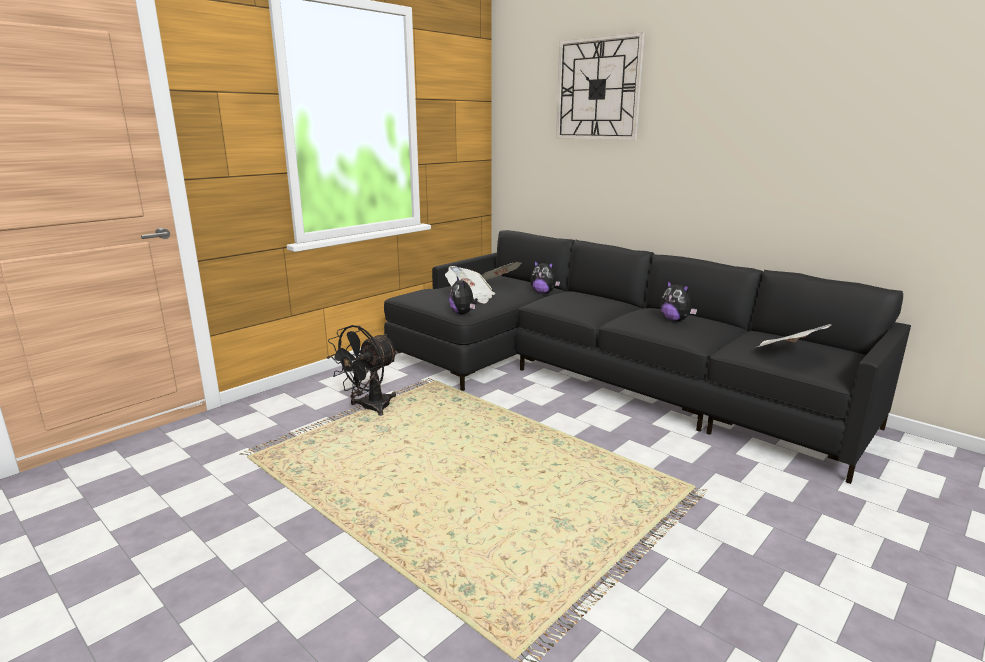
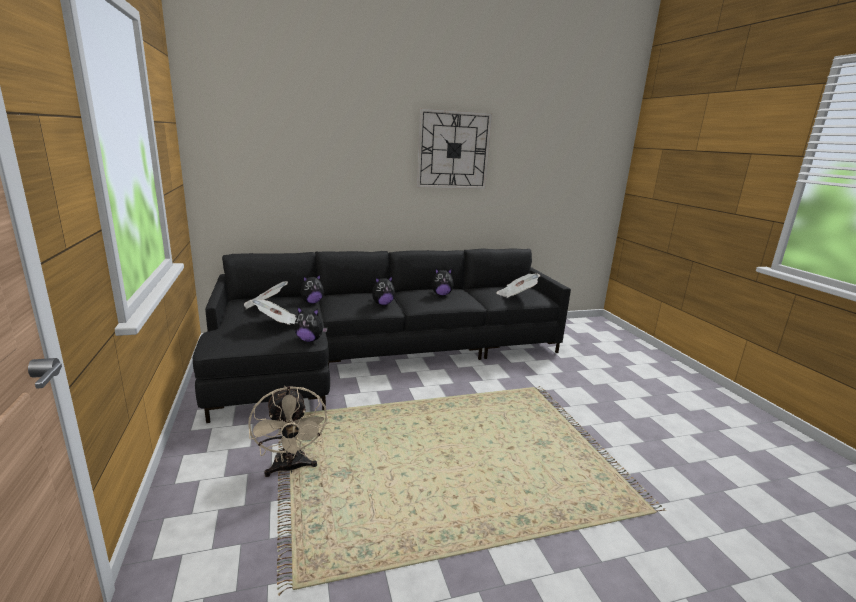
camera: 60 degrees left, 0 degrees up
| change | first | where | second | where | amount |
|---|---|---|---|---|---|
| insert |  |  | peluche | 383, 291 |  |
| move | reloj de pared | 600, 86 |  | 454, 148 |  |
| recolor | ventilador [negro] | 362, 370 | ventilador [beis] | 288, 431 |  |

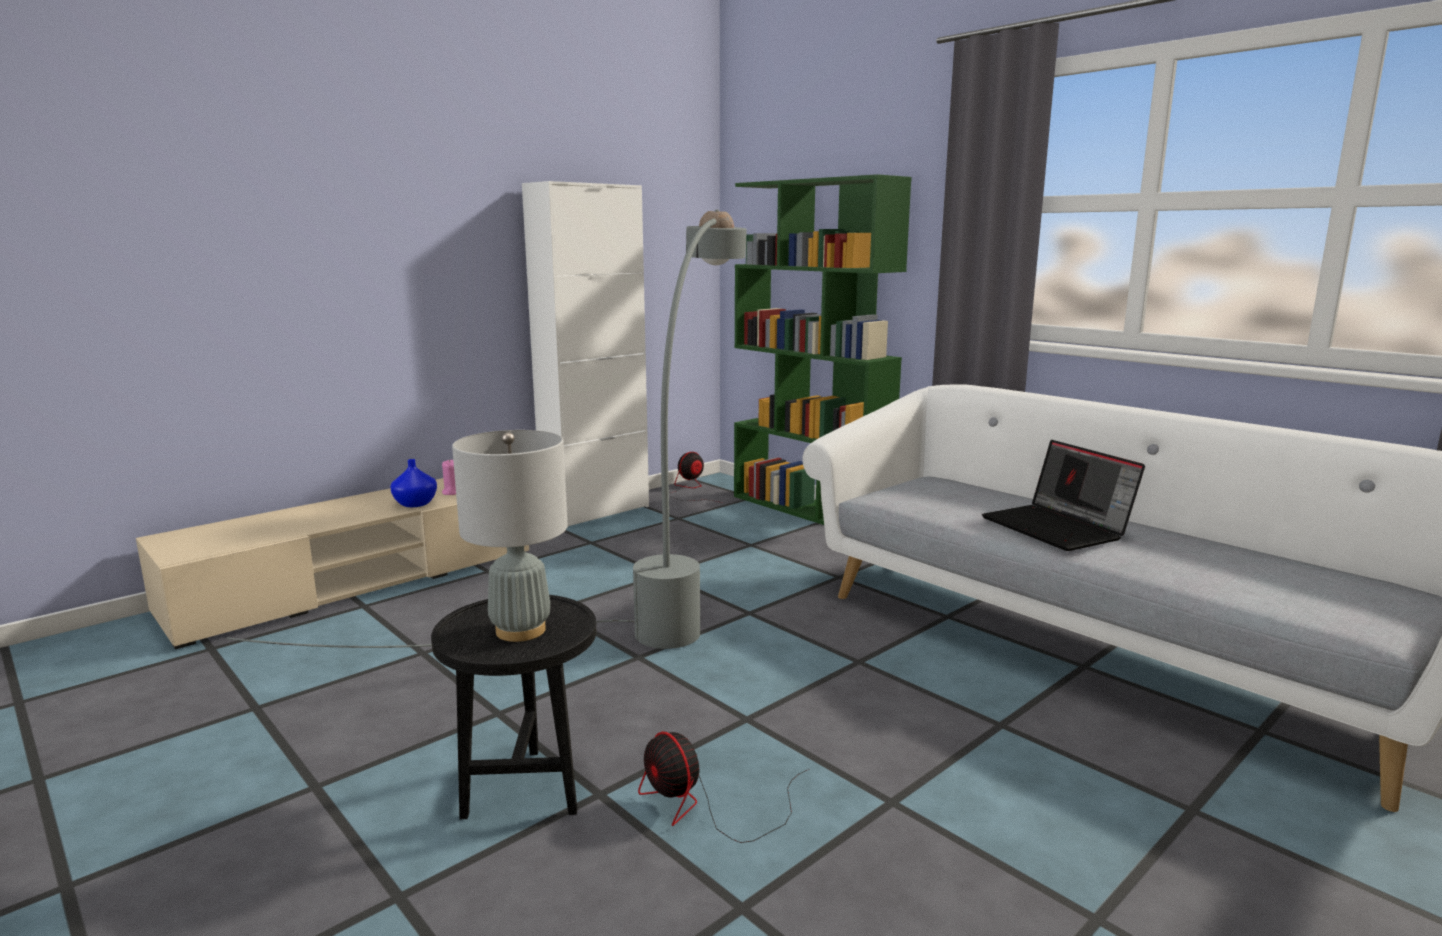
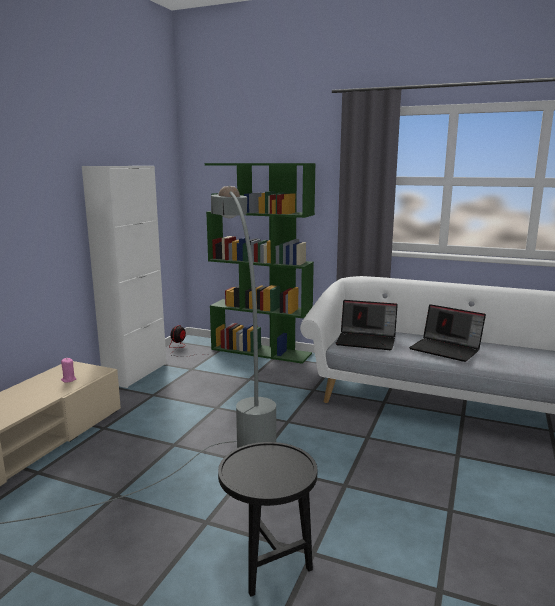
camera: 25 degrees left, 0 degrees up
| change | first | where | second | where | amount |
|---|---|---|---|---|---|
| delete | florero [azul] | 413, 483 |  |  |  |
| delete | lámpara de mesa [gris] | 510, 536 |  |  |  |
| delete | ventilador | 723, 787 |  |  |  |
| insert |  |  | portátil | 366, 325 |  |

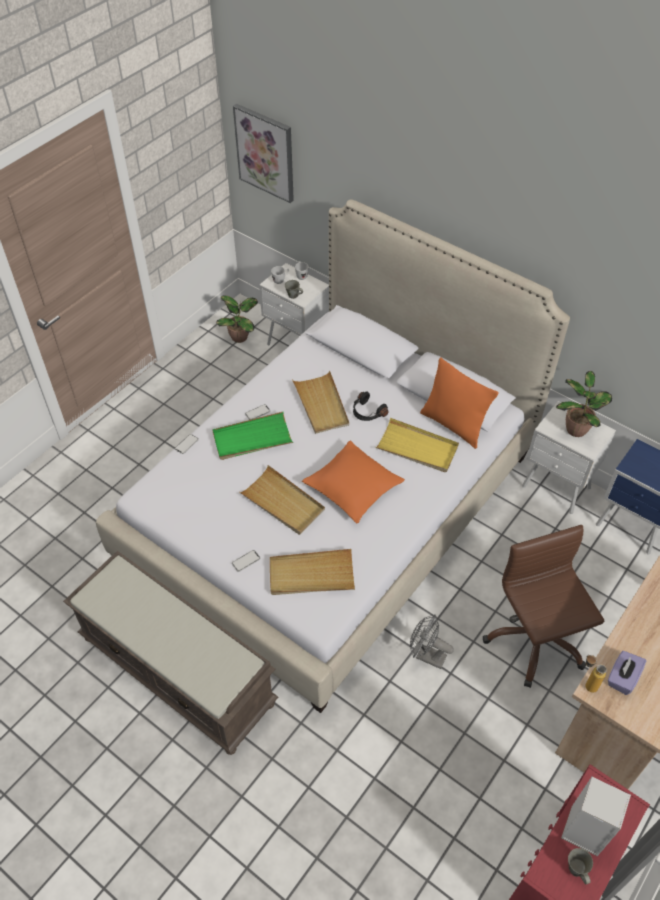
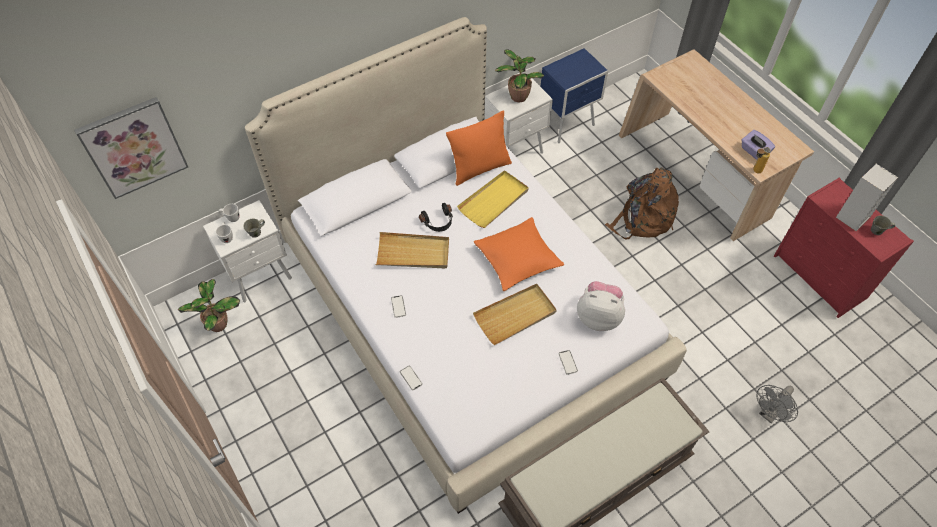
camera: 70 degrees left, 5 degrees up
| change | first | where | second | where | amount |
|---|---|---|---|---|---|
| delete | bandeja [verde] | 252, 436 |  |  |  |
| move | ventilador [gris] | 432, 642 |  | 777, 404 |  |
| replace | bandeja [beis] | 312, 572 | peluche | 601, 306 |  |
| replace | silla de oficina [marrón] | 543, 606 | mochila [marrón] | 642, 203 |  |

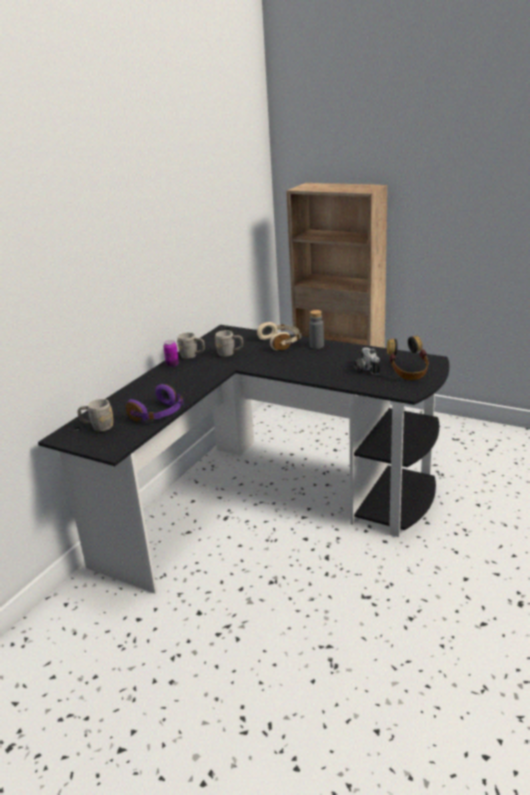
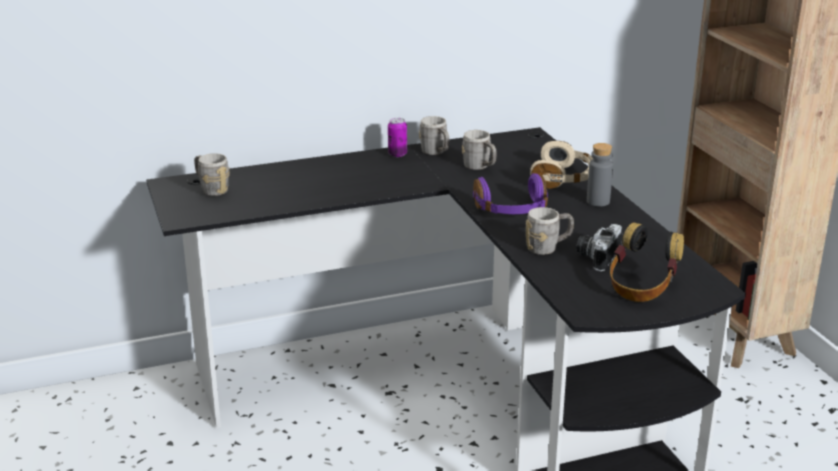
camera: 40 degrees right, 0 degrees up
| change | first | where | second | where | amount |
|---|---|---|---|---|---|
| insert |  |  | taza grande [gris] | 550, 231 |  |
| move | auriculares [morado] | 154, 403 |  | 510, 193 |  |

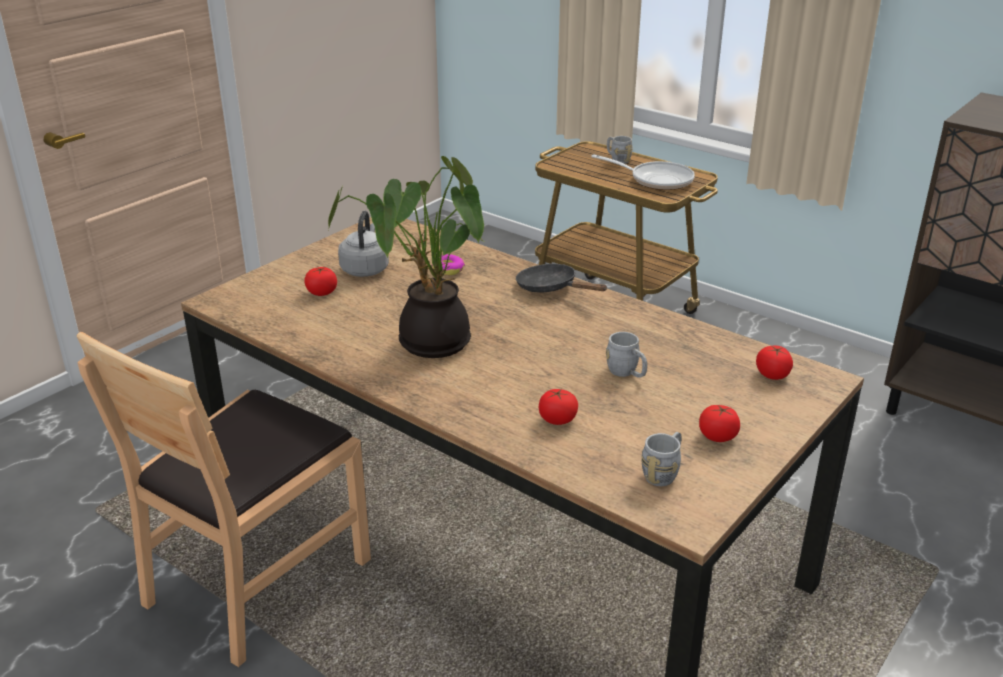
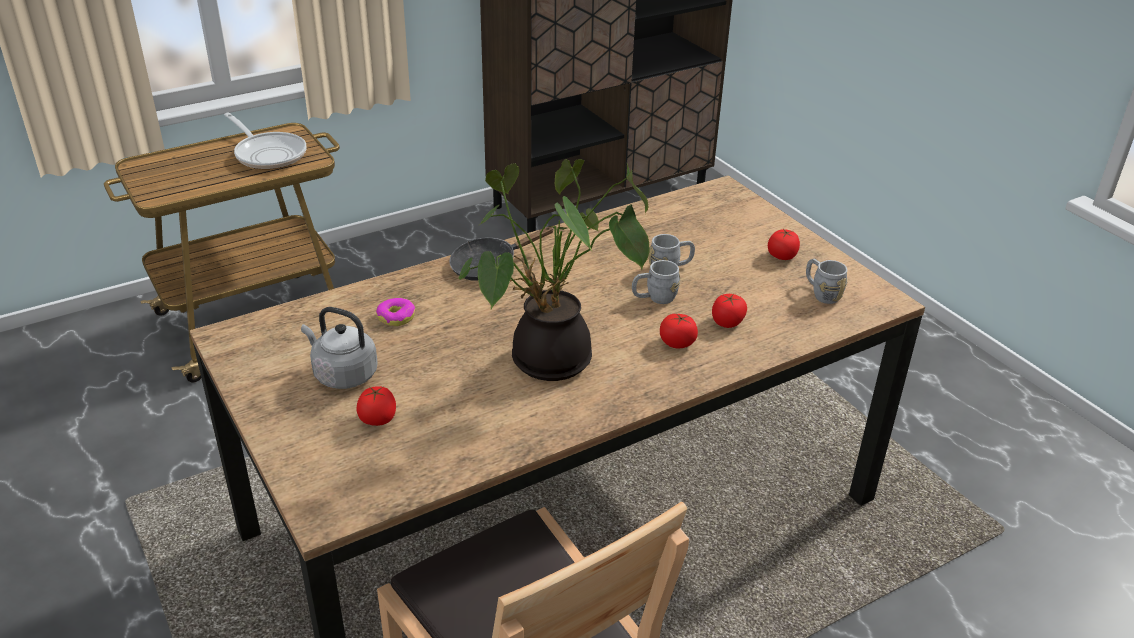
camera: 70 degrees left, 5 degrees up
| change | first | where | second | where | amount |
|---|---|---|---|---|---|
| move | taza grande [gris] | 620, 150 |  | 656, 282 |  |
| move | tomate | 774, 362 |  | 679, 331 |  |
| rotate | sartén | 643, 172 |  | 265, 141 | 90 degrees clockwise |

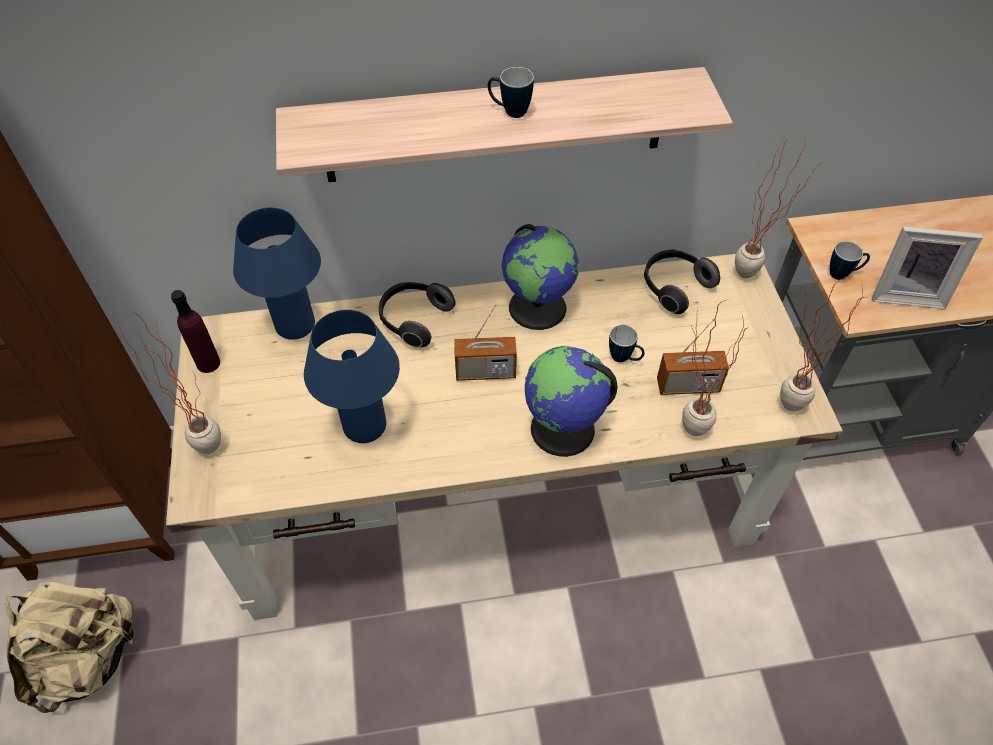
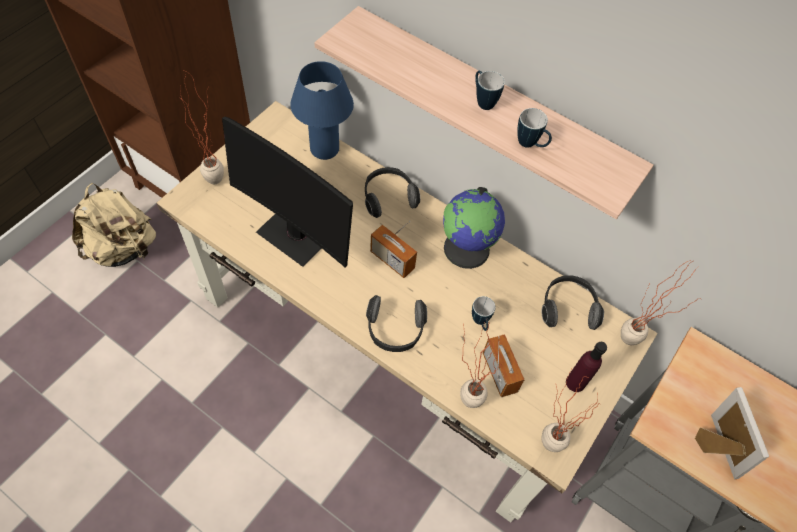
camera: 40 degrees right, 5 degrees up
| change | first | where | second | where | amount |
|---|---|---|---|---|---|
| move | botella [morado] | 195, 331 |  | 586, 367 |  |
| move | taza grande | 850, 260 |  | 534, 128 |  |
| replace | lámpara de mesa [azul] | 352, 376 | monitor | 287, 192 |  |
| replace | globo terráqueo | 571, 401 | auriculares | 396, 323 |  |
| rotate | radio | 693, 356 |  | 504, 365 | 150 degrees counterclockwise |
| rotate | portarretratos | 927, 267 |  | 732, 433 | 150 degrees counterclockwise |

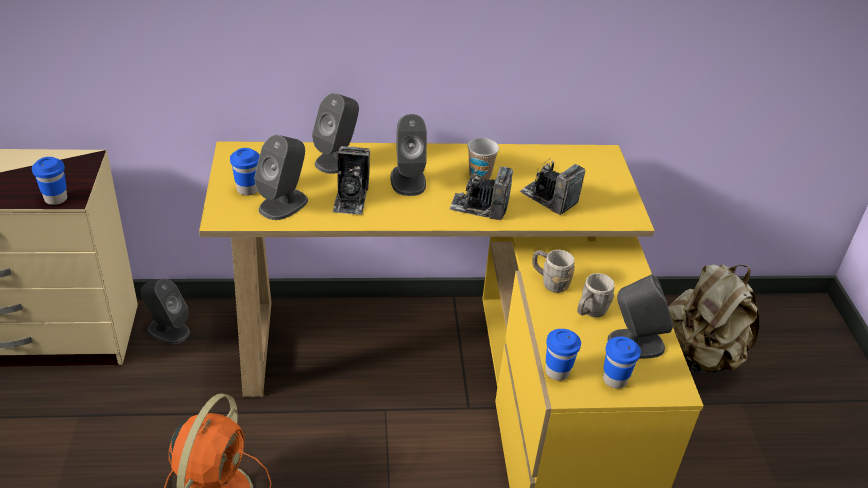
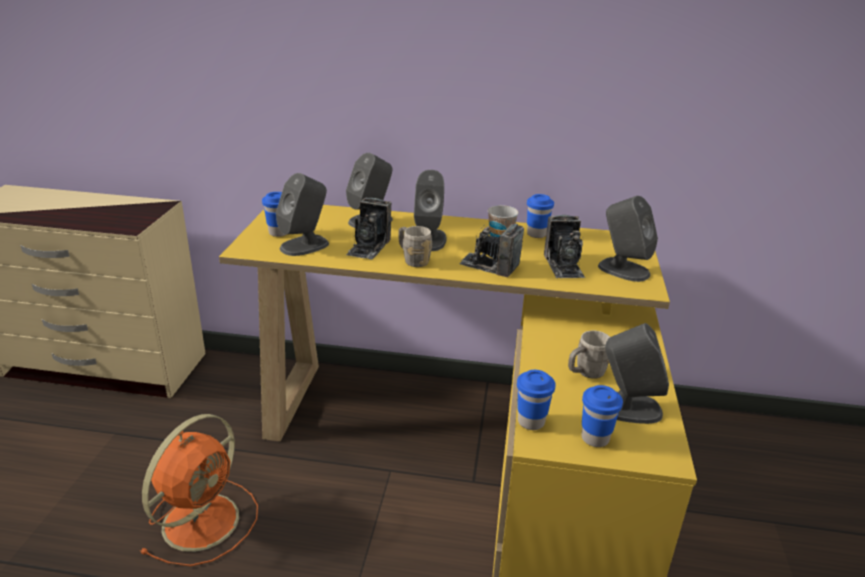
camera: 15 degrees right, 10 degrees down
| change | first | where | second | where | amount |
|---|---|---|---|---|---|
| delete | mochila [beis] | 714, 318 |  |  |  |
| move | taza [azul] | 49, 181 |  | 540, 216 |  |
| move | altavoz [gris] | 165, 311 |  | 628, 239 |  |
| move | taza grande [gris] | 553, 271 |  | 415, 246 |  |
| rotate | cámara | 552, 186 |  | 564, 246 | 150 degrees counterclockwise |

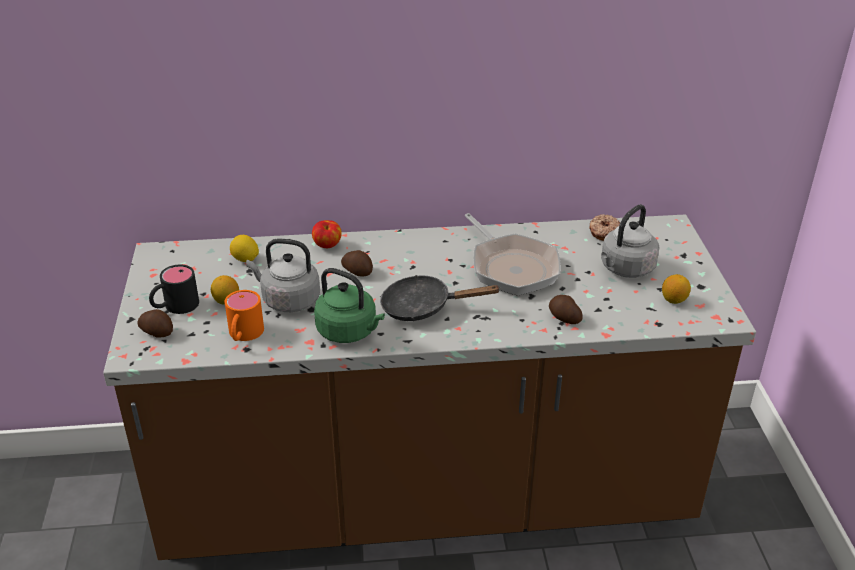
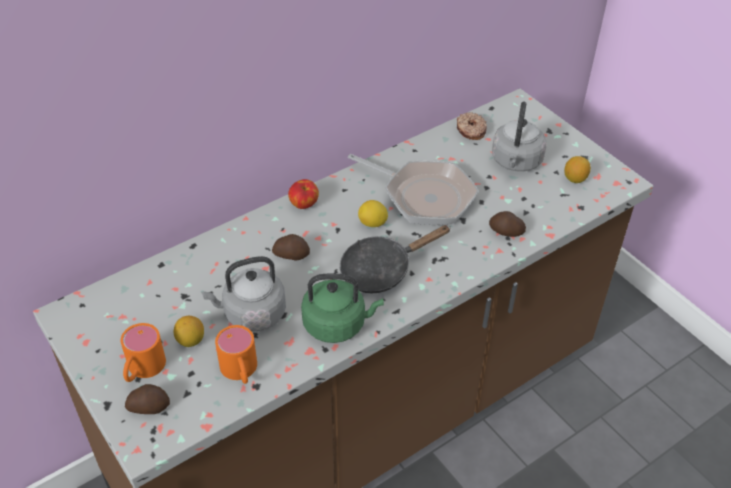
camera: 30 degrees left, 10 degrees up
| change | first | where | second | where | amount |
|---|---|---|---|---|---|
| move | limón | 244, 248 |  | 373, 213 |  |
| move | manzana | 327, 234 |  | 303, 194 |  |
| recolor | taza grande [negro] | 174, 289 | taza grande [naranja] | 143, 352 |  |

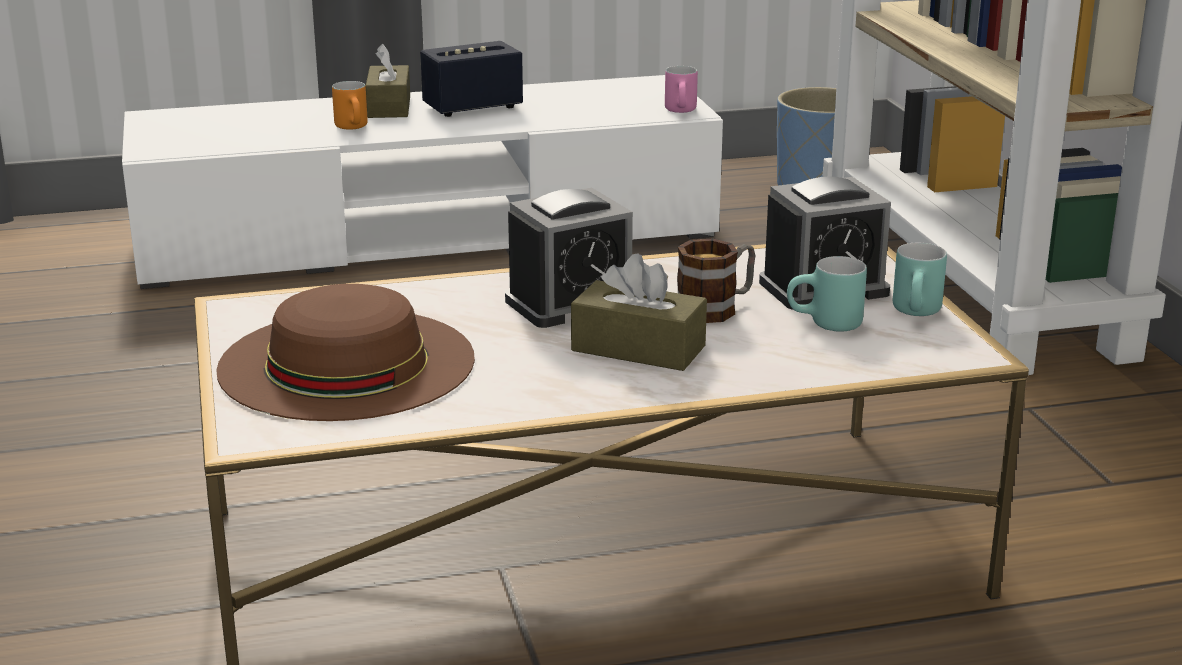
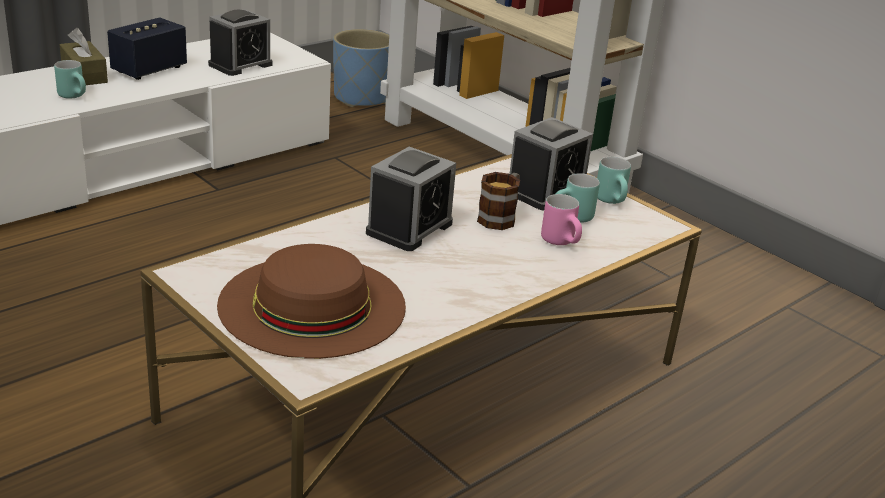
camera: 30 degrees left, 5 degrees up
| change | first | where | second | where | amount |
|---|---|---|---|---|---|
| delete | caja de pañuelos [marrón] | 639, 312 |  |  |  |
| insert |  |  | despertador | 240, 42 |  |
| move | taza grande [rosa] | 681, 89 |  | 561, 219 |  |
| recolor | taza grande [naranja] | 350, 105 | taza grande [turquesa] | 70, 79 |  |

